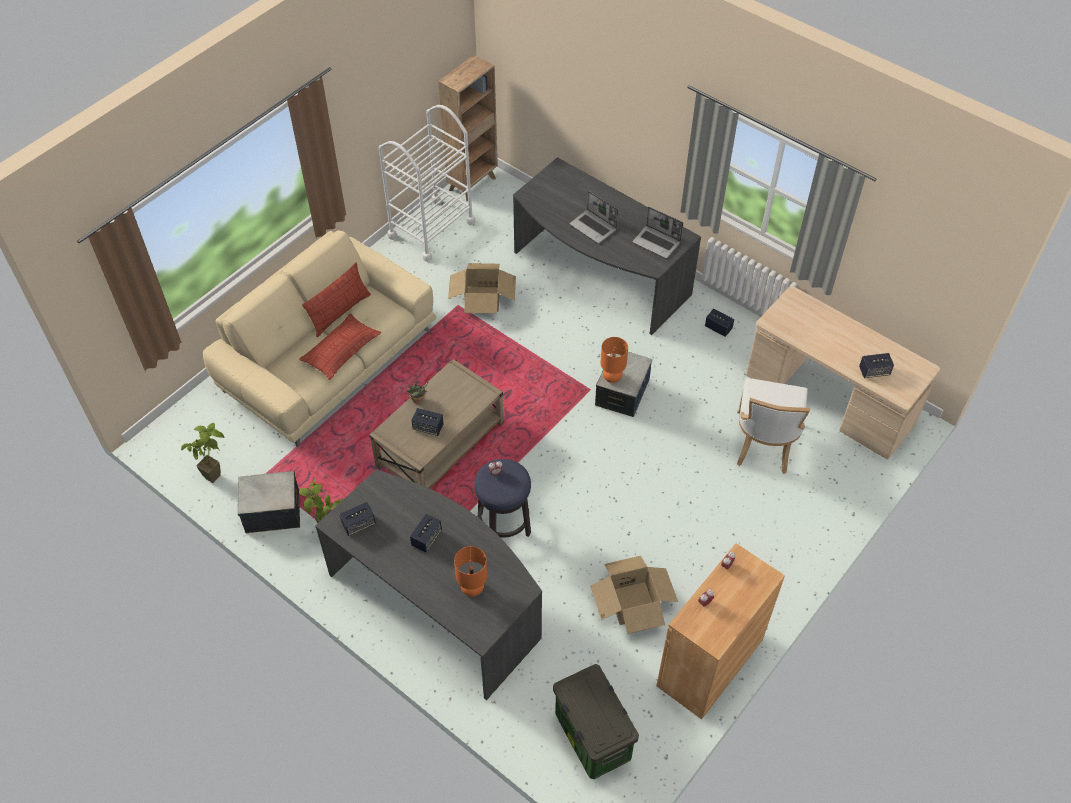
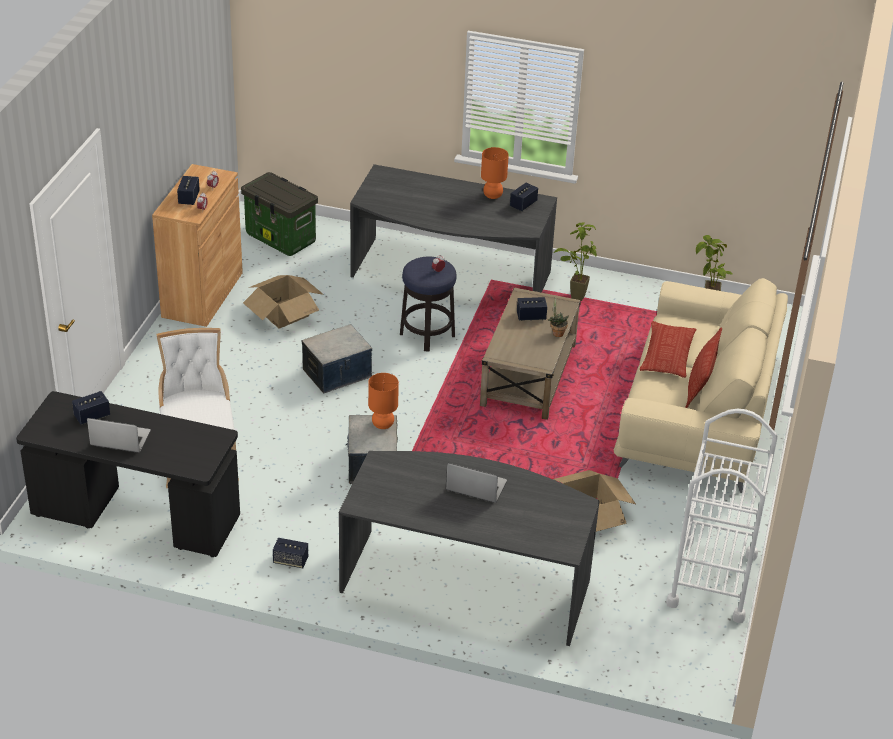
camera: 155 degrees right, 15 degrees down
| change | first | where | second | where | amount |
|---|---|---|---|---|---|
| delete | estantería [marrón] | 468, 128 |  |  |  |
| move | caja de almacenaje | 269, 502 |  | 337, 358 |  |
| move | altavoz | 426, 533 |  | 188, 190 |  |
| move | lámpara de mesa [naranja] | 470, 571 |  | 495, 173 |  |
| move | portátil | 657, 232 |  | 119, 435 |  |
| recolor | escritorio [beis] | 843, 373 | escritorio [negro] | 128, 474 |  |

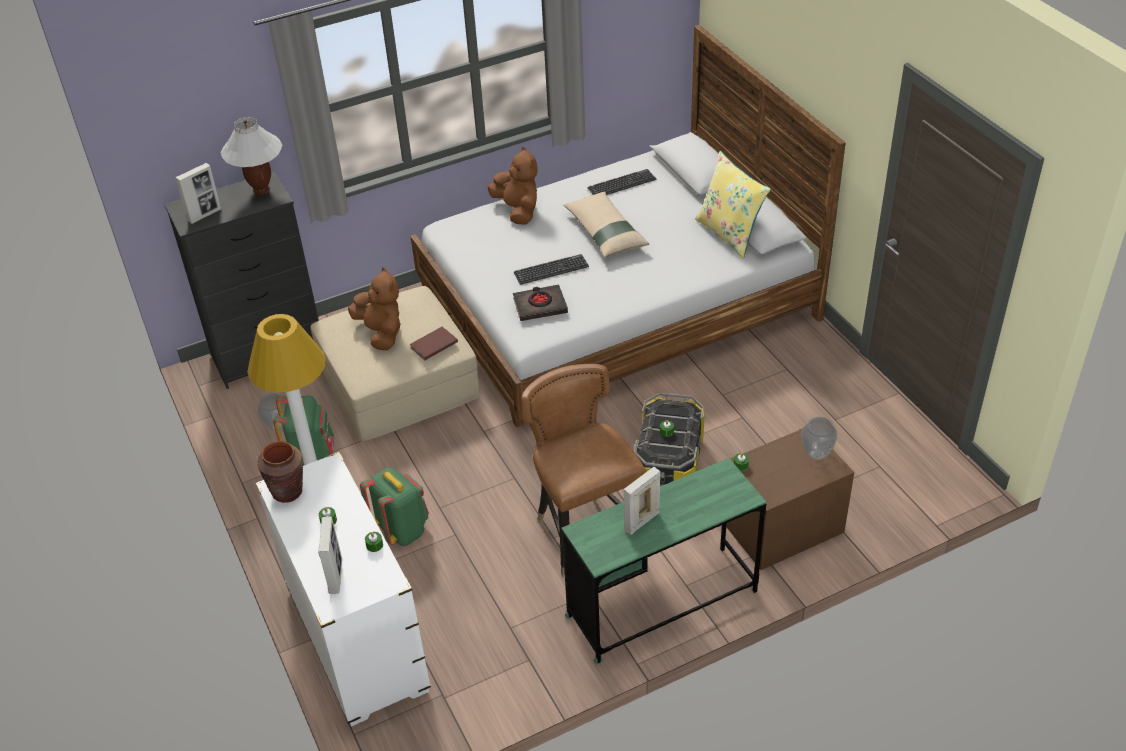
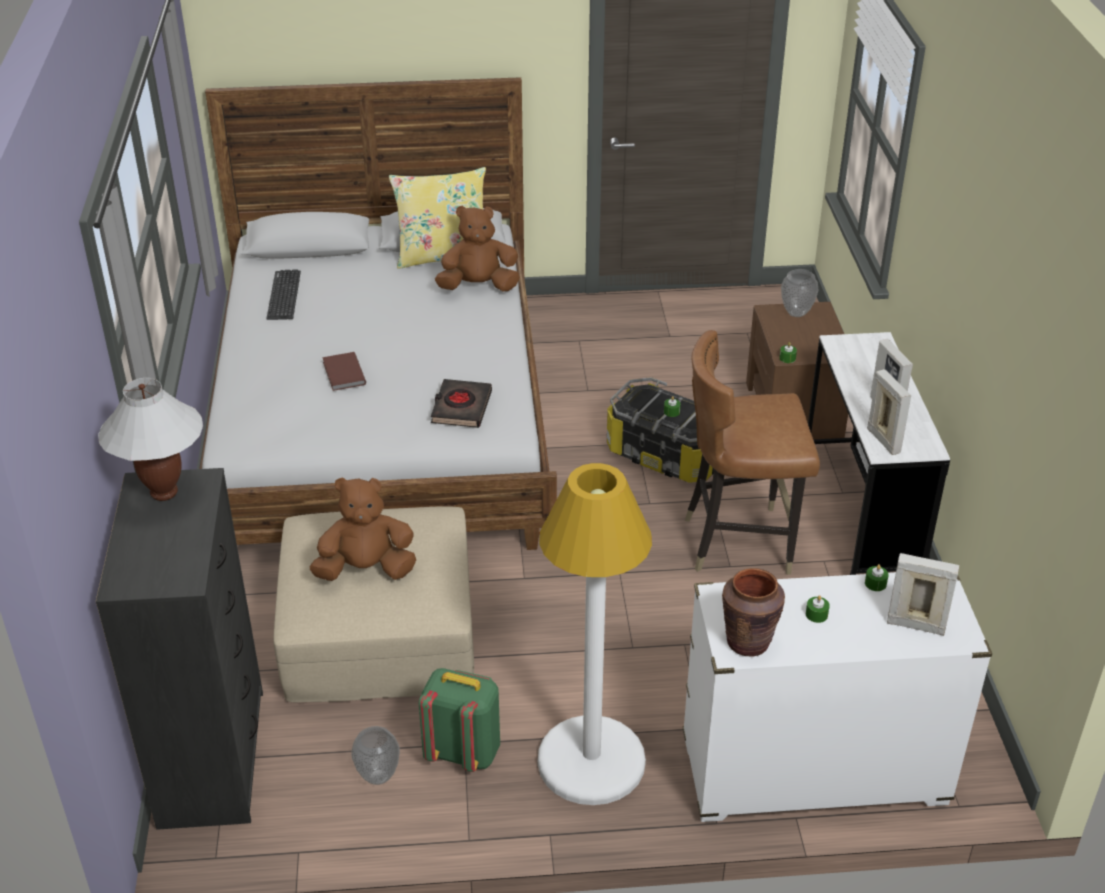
camera: 70 degrees left, 5 degrees down
| change | first | where | second | where | amount |
|---|---|---|---|---|---|
| delete | mochila [verde] | 394, 507 |  |  |  |
| delete | teclado | 551, 269 |  |  |  |
| delete | cojín [beis] | 606, 225 |  |  |  |
| move | portarretratos | 198, 193 |  | 889, 412 |  |
| move | libro [marrón] | 433, 343 |  | 344, 371 |  |
| move | peluche [marrón] | 512, 186 |  | 477, 248 |  |
| recolor | escritorio [verde] | 664, 561 | escritorio [blanco] | 879, 453 |  |

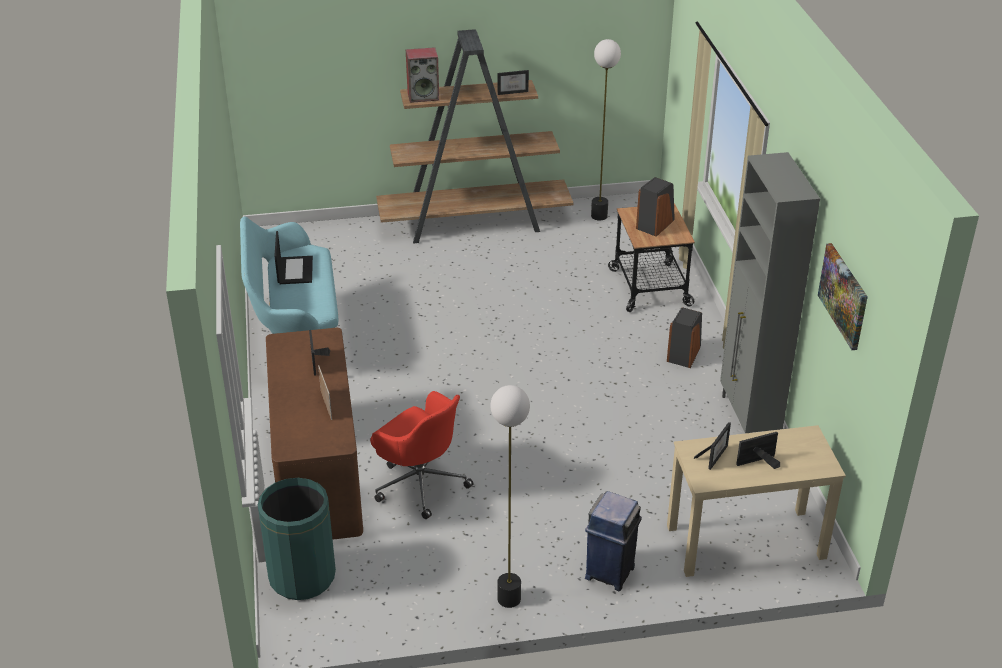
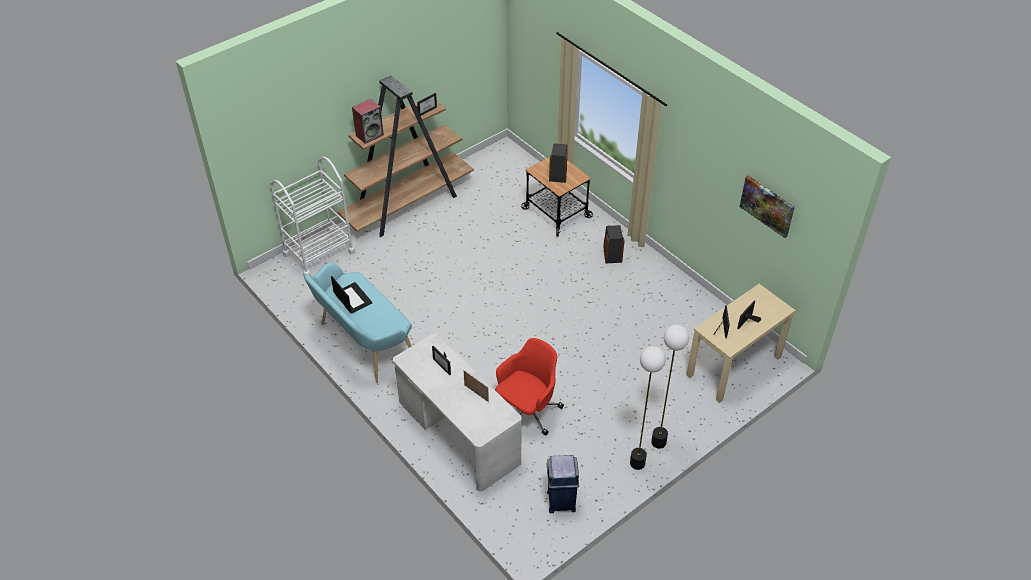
camera: 30 degrees left, 10 degrees up
| change | first | where | second | where | amount |
|---|---|---|---|---|---|
| delete | papelera [verde] | 297, 539 |  |  |  |
| delete | armario [gris] | 770, 292 |  |  |  |
| insert |  |  | carrito [blanco] | 313, 216 |  |
| move | papelera [azul] | 613, 541 |  | 563, 484 |  |
| move | lámpara de pie | 606, 129 |  | 670, 387 |  |
| recolor | escritorio [marrón] | 314, 434 | escritorio [blanco] | 457, 412 |  |
| rotate | silla de oficina [rojo] | 422, 455 |  | 529, 387 | 60 degrees counterclockwise |

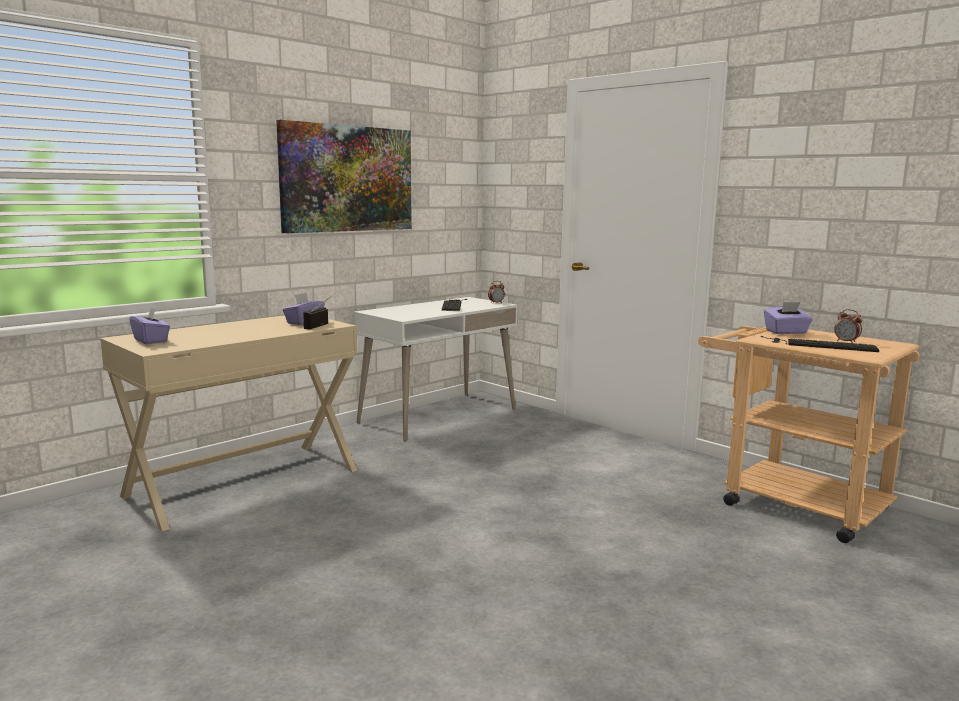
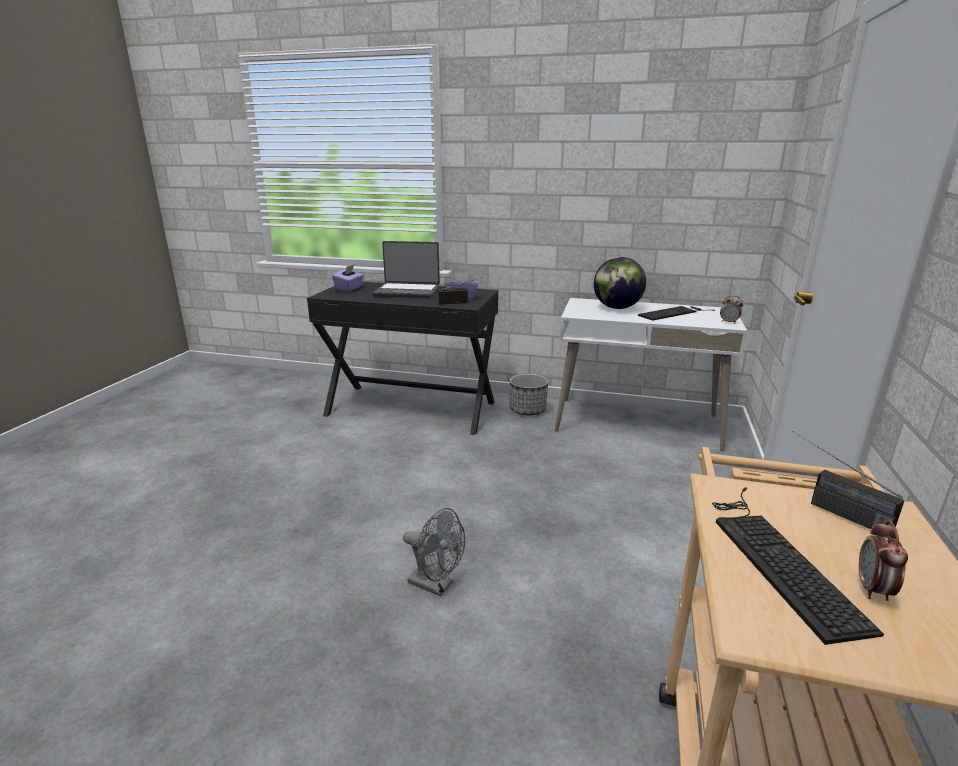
camera: 60 degrees right, 10 degrees up
| change | first | where | second | where | amount |
|---|---|---|---|---|---|
| delete | cuadro | 343, 176 |  |  |  |
| insert |  |  | portátil | 406, 269 |  |
| insert |  |  | ventilador [gris] | 434, 552 |  |
| insert |  |  | maceta | 529, 394 |  |
| insert |  |  | globo terráqueo | 620, 283 |  |
| replace | caja de pañuelos [morado] | 788, 318 | radio | 848, 480 |  |
| recolor | escritorio [beis] | 228, 423 | escritorio [negro] | 402, 358 |  |

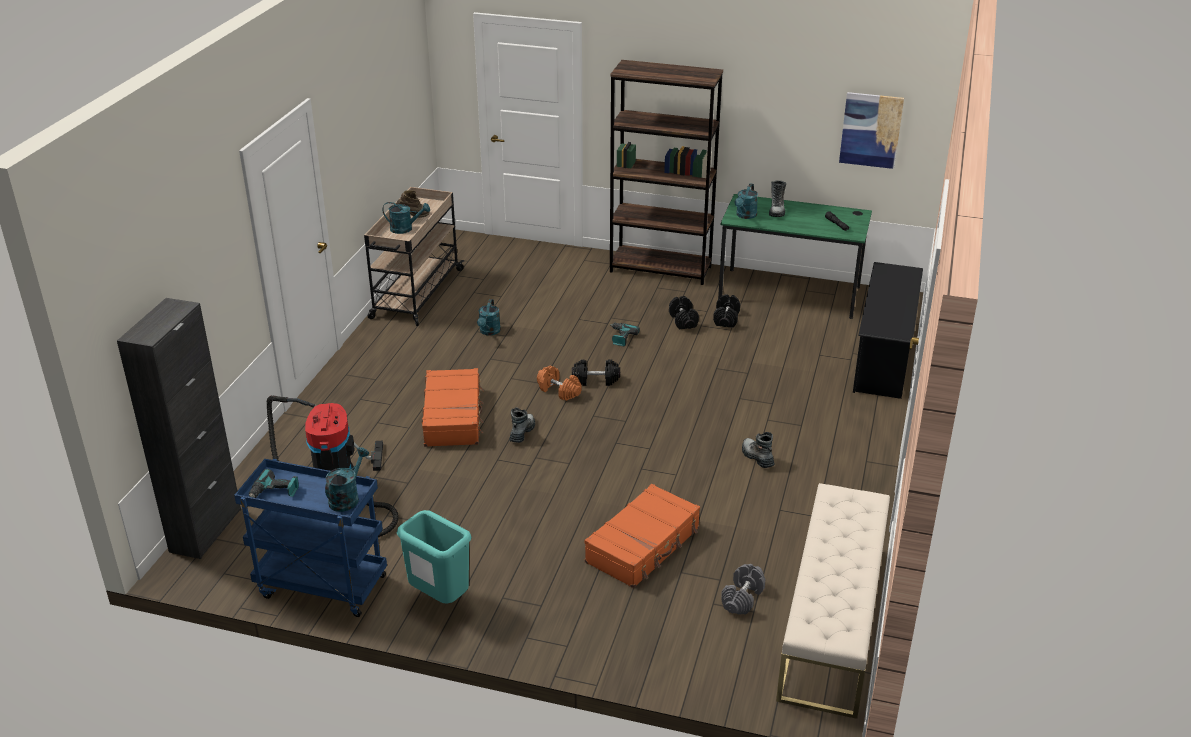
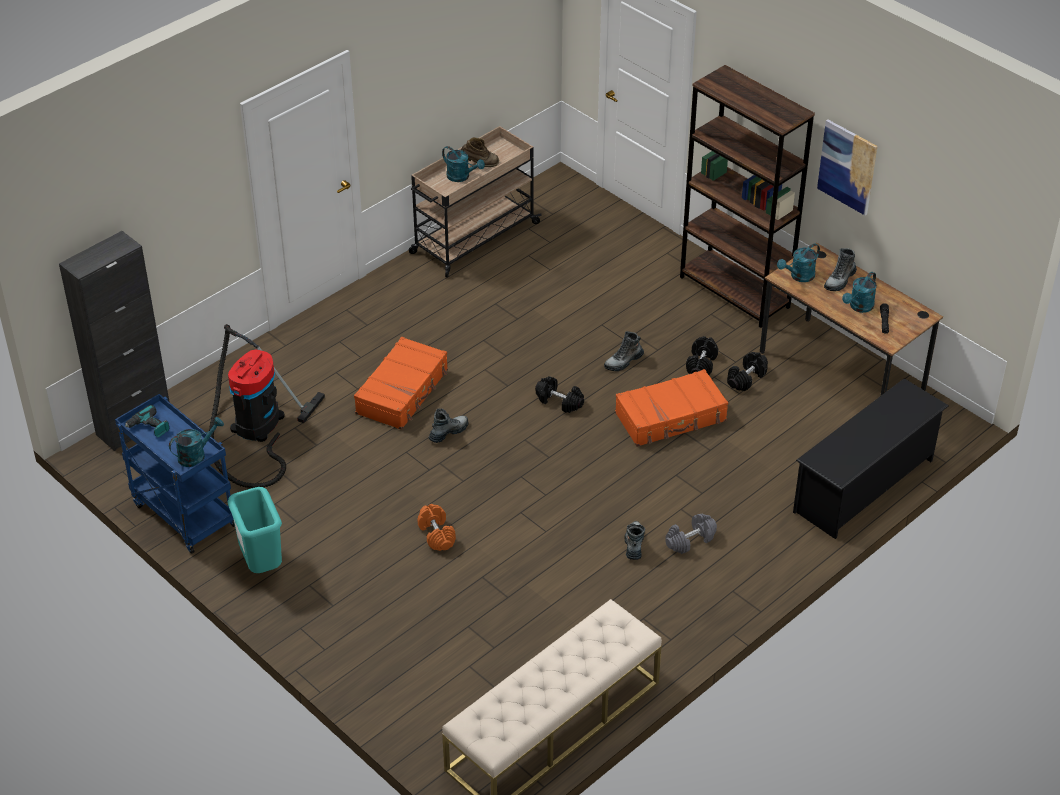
camera: 30 degrees right, 10 degrees up
| change | first | where | second | where | amount |
|---|---|---|---|---|---|
| move | regadera [turquesa] | 489, 317 |  | 859, 292 |  |
| move | mancuerna [naranja] | 559, 383 |  | 436, 527 |  |
| move | maleta [naranja] | 642, 536 |  | 671, 408 |  |
| move | mancuerna [gris] | 743, 589 |  | 691, 534 |  |
| move | cuadro | 871, 130 |  | 847, 167 |  |
| replace | taladro | 625, 334 | bota | 624, 351 |  |
| recolor | escritorio [verde] | 795, 256 | escritorio [marrón] | 851, 319 |  |

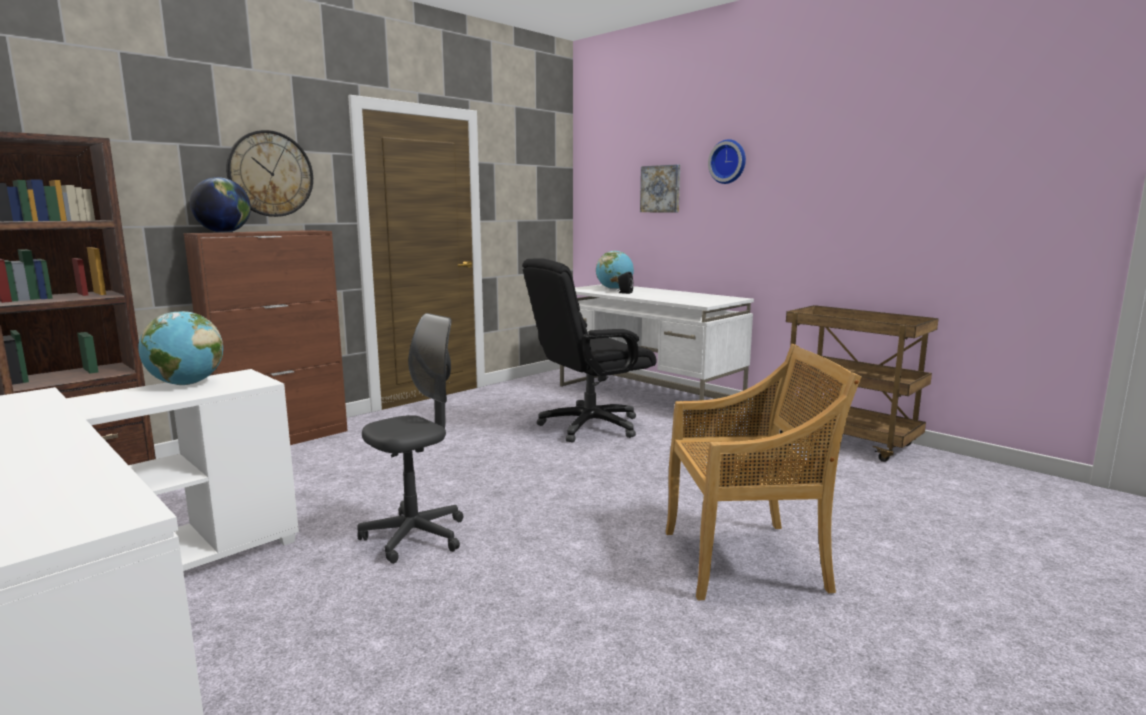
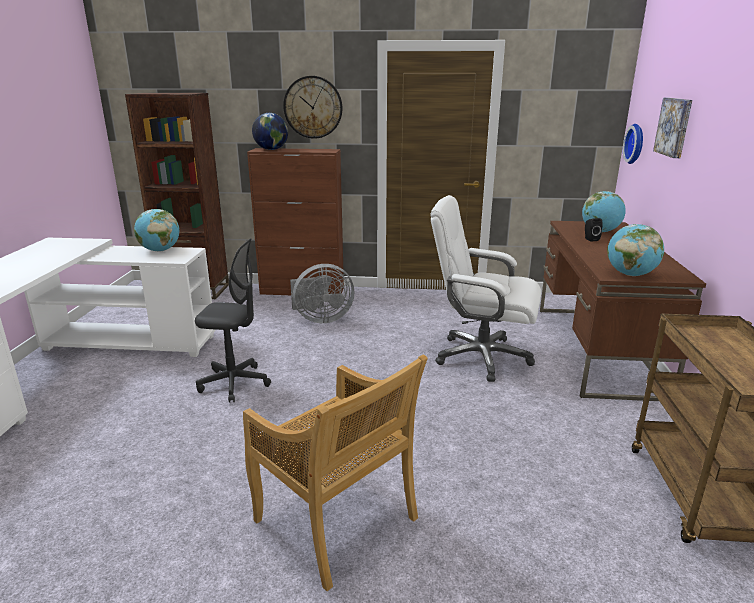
camera: 50 degrees right, 10 degrees up
| change | first | where | second | where | amount |
|---|---|---|---|---|---|
| insert |  |  | ventilador [gris] | 322, 293 |  |
| insert |  |  | globo terráqueo | 635, 250 |  |
| move | reloj de pared | 727, 161 |  | 633, 144 |  |
| recolor | silla de oficina [negro] | 589, 350 | silla de oficina [blanco] | 485, 288 |  |
| recolor | escritorio [blanco] | 657, 352 | escritorio [marrón] | 623, 311 |  |

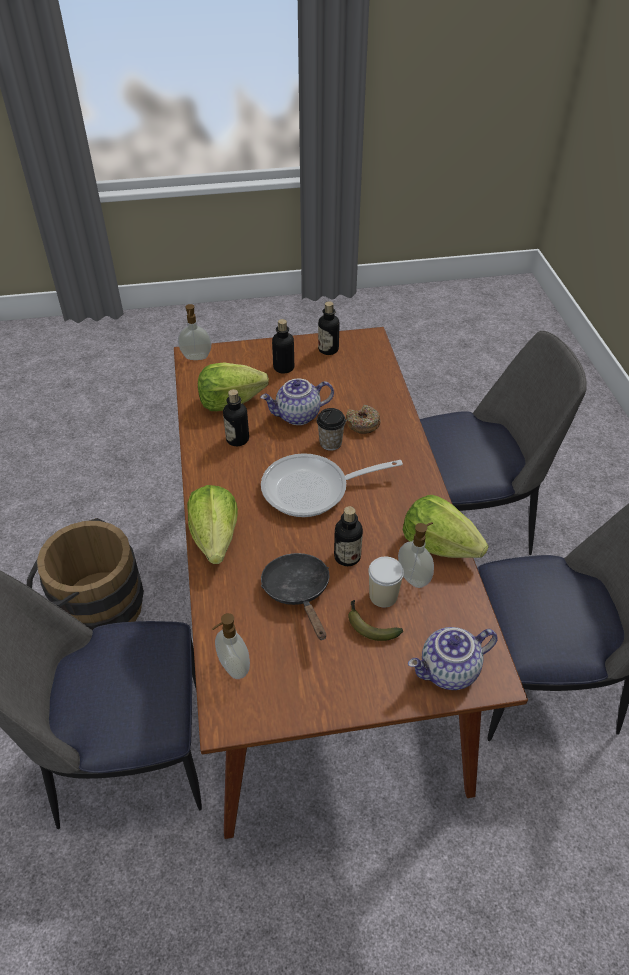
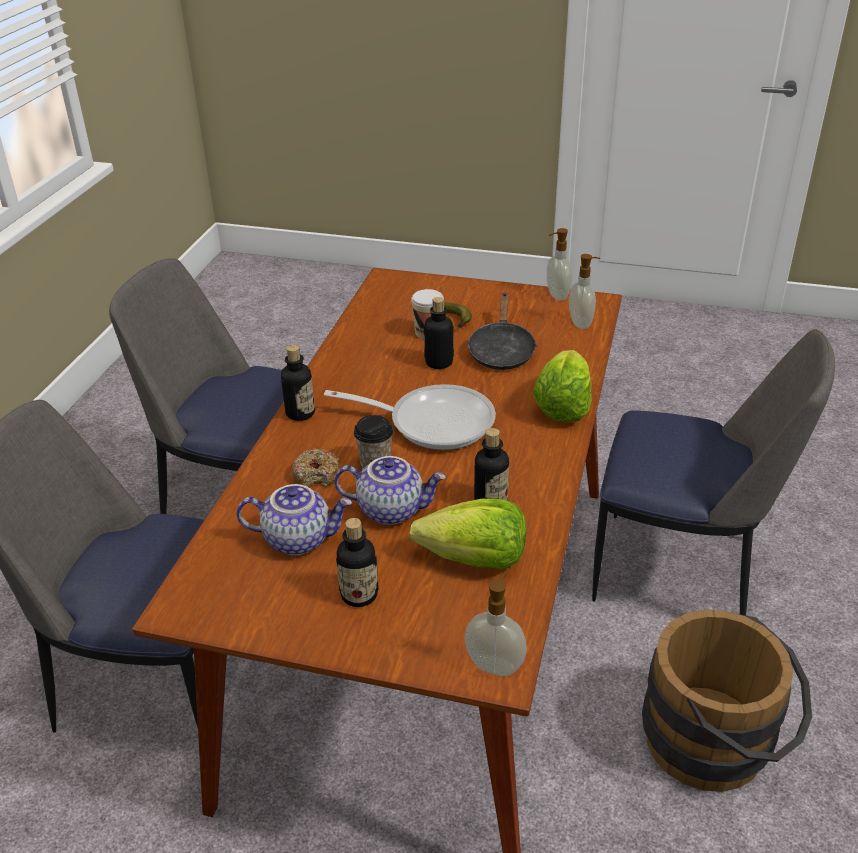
camera: 155 degrees left, 10 degrees down
| change | first | where | second | where | amount |
|---|---|---|---|---|---|
| delete | lechuga | 445, 526 |  |  |  |
| move | botella | 328, 328 |  | 298, 383 |  |
| move | dispensador de jabón | 416, 555 |  | 560, 264 |  |
| move | tetera | 453, 658 |  | 294, 519 |  |

